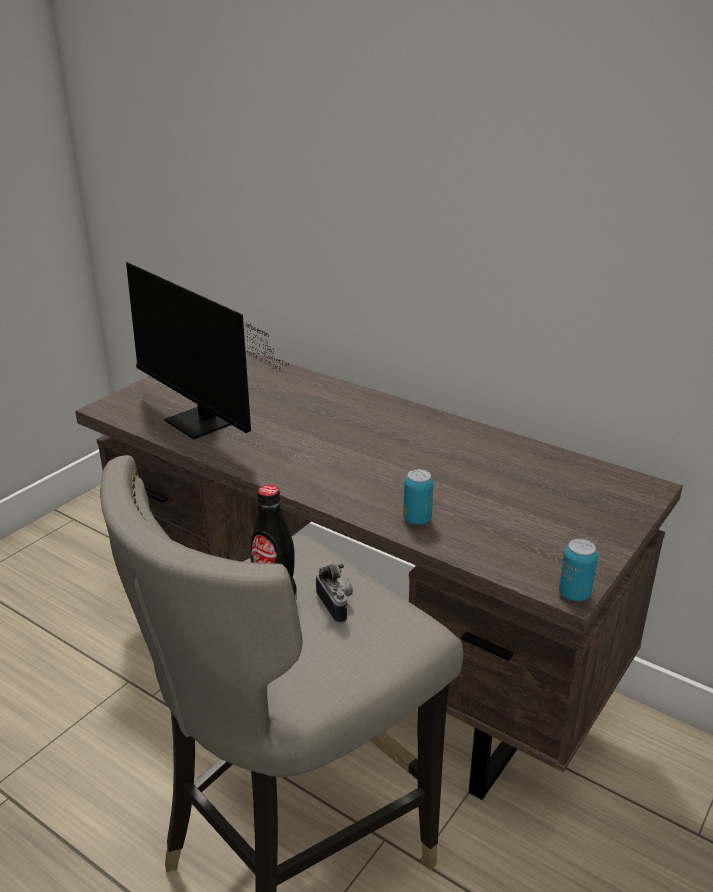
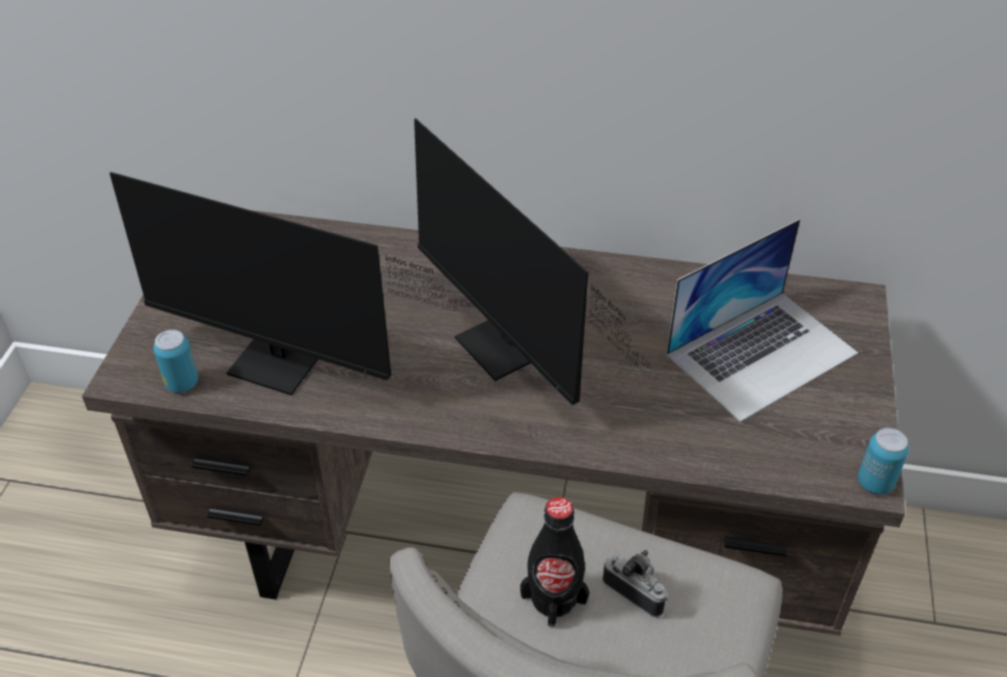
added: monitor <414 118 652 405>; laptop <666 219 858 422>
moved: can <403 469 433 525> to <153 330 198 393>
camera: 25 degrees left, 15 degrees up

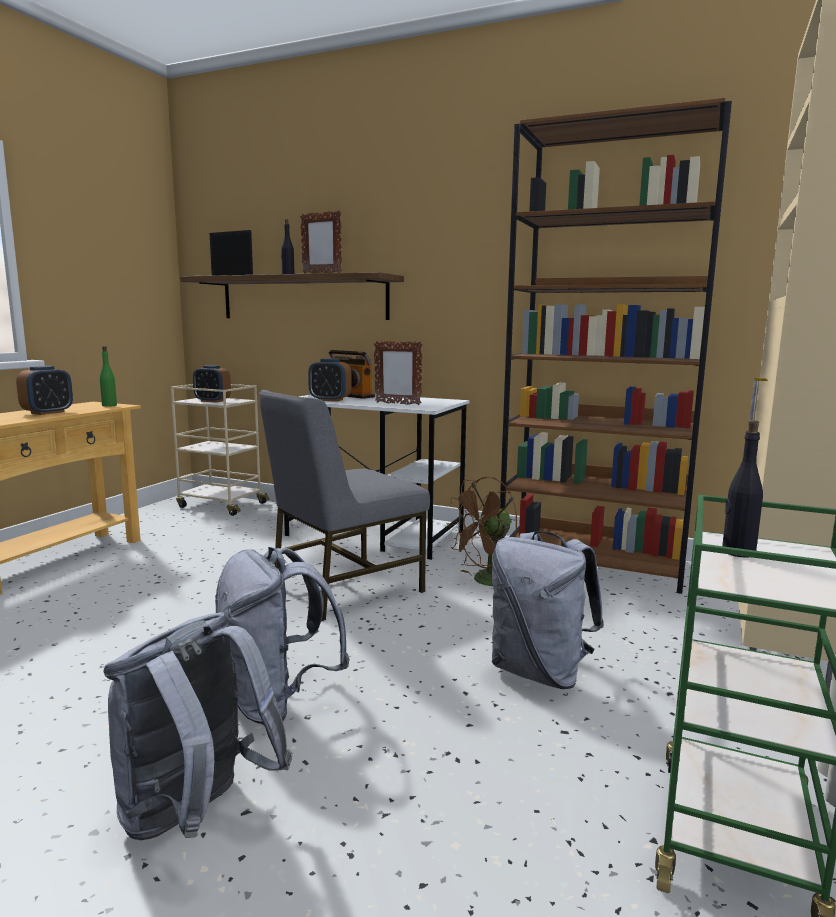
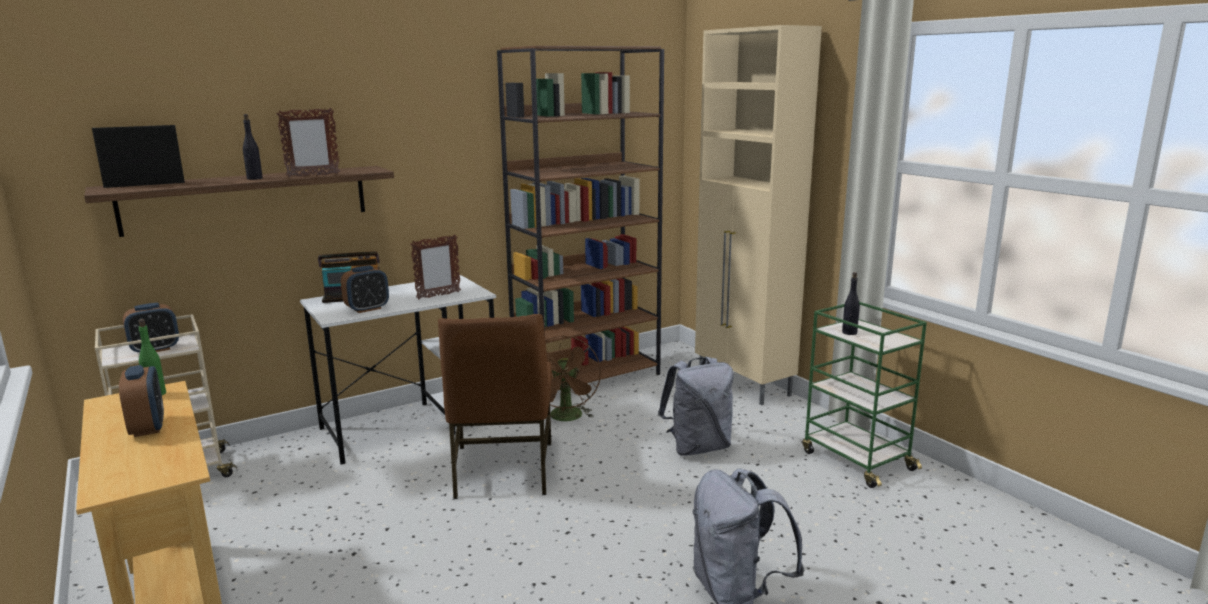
removed: backpack/grey <215 547 350 724>
recoloured: chair/grey <259 390 430 621> to chair/brown <438 314 552 499>
camera: 55 degrees left, 5 degrees up

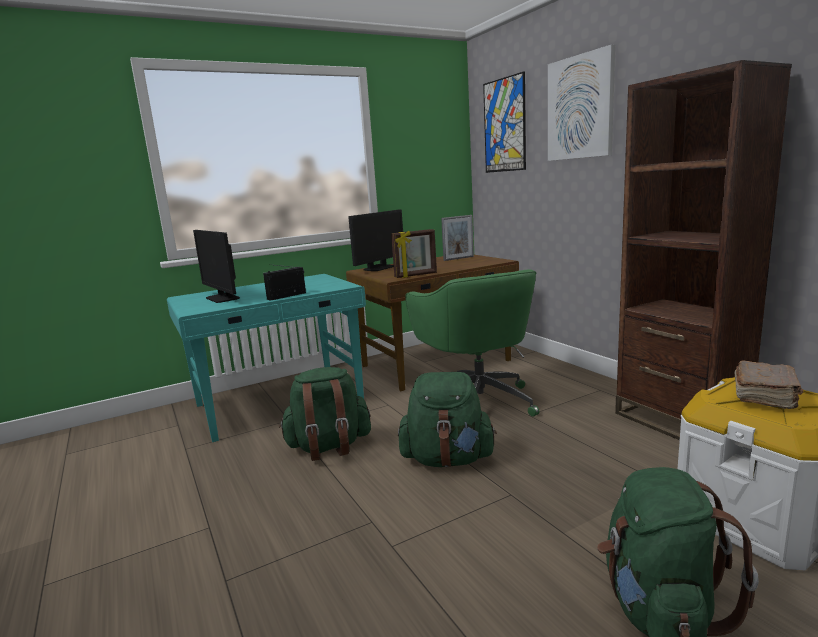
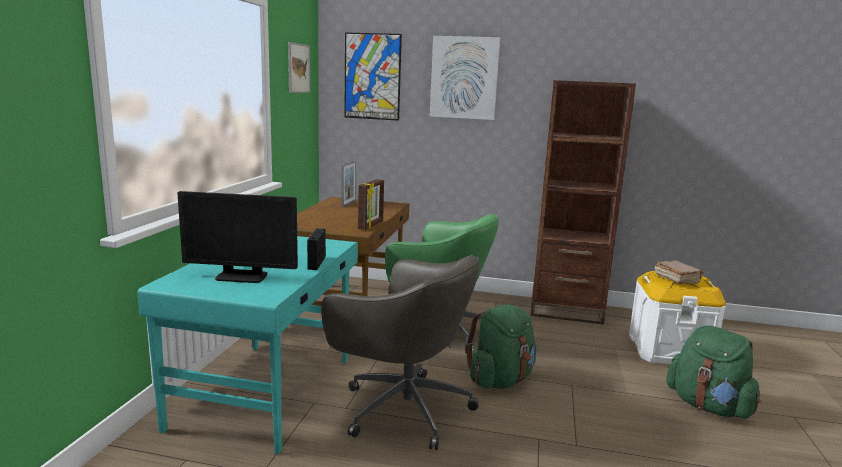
removed: monitor <348 209 403 271>
added: picture <288 42 310 93>
replaced: backpack/green <279 367 371 461> to office chair/grey <321 255 480 450>
camera: 50 degrees left, 0 degrees up

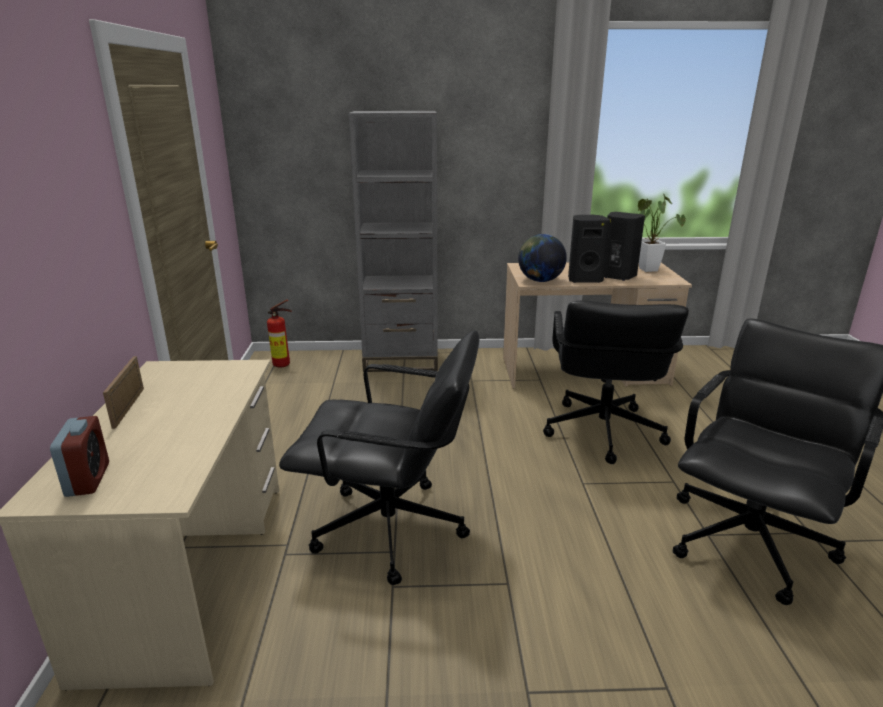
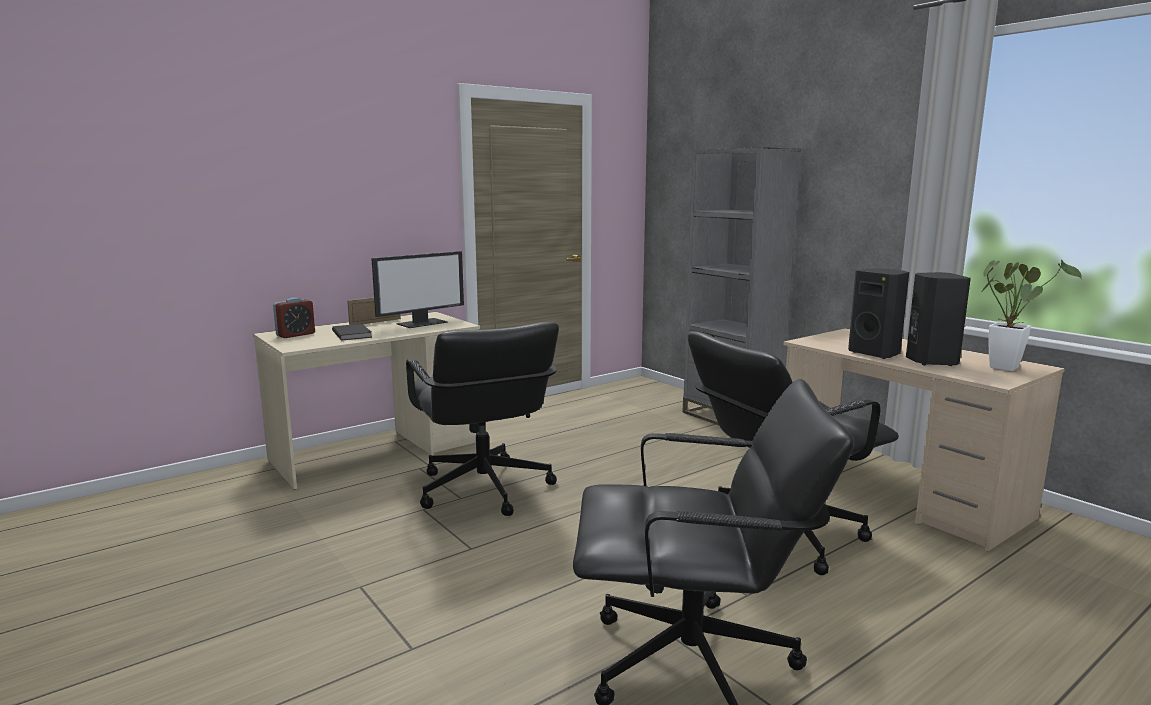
removed: fire extinguisher <267 299 292 368>; globe <518 234 567 282>
added: book/black <332 324 372 341>; monitor <371 251 464 328>
camera: 55 degrees right, 10 degrees down

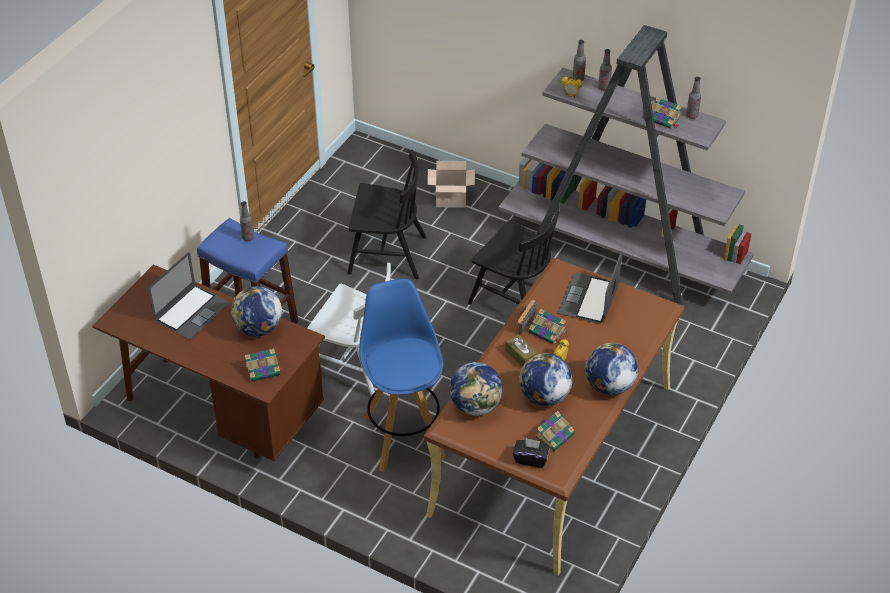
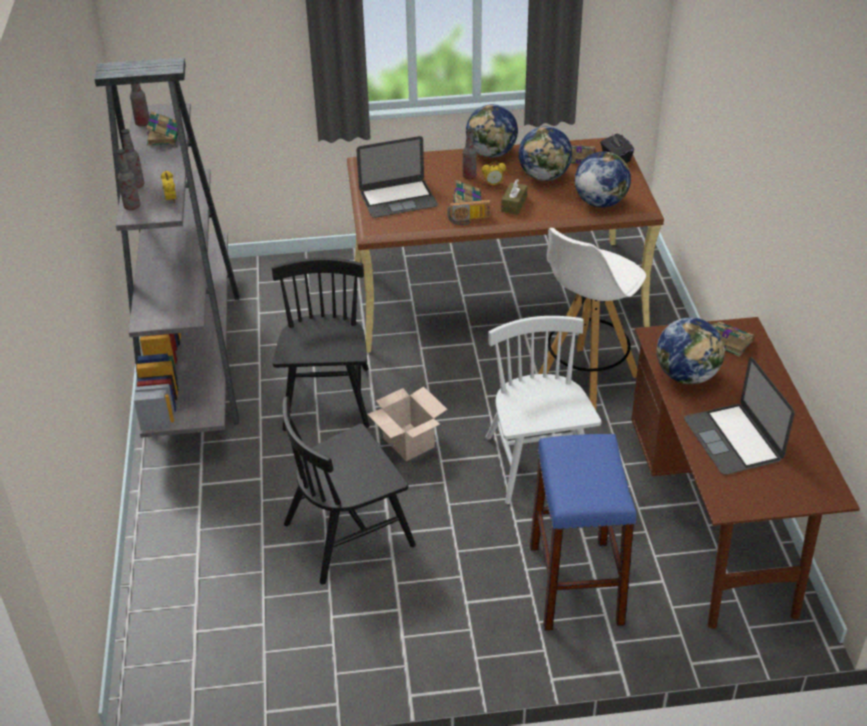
moved: cardboard box <427 161 475 208> to <367 386 448 461>; bottle <240 201 254 241> to <463 128 476 179>
recoloured: stool/blue <359 278 446 472> to stool/white <538 228 646 410>
turned: chair/black <348 150 426 279> = <282 396 416 584> 90 degrees counterclockwise; laptop <148 253 229 339> = <684 357 795 475> 105 degrees counterclockwise
camera: 125 degrees left, 5 degrees down

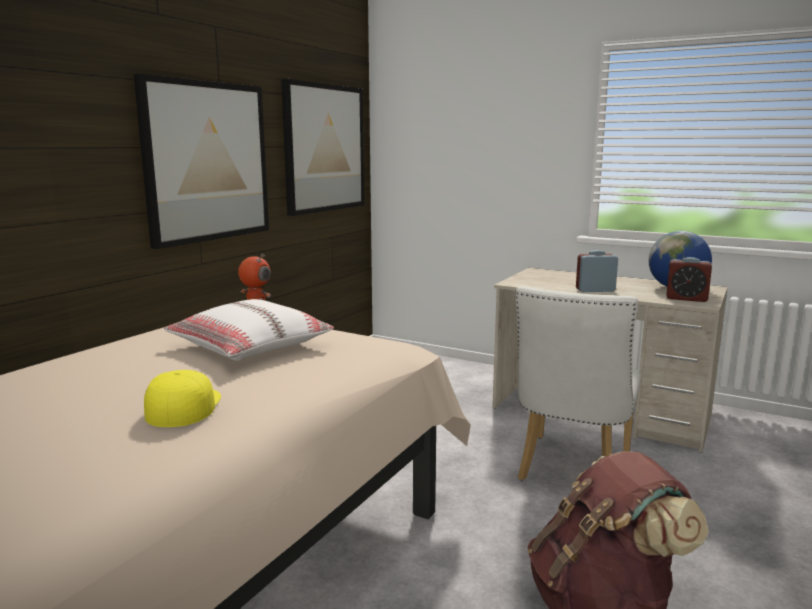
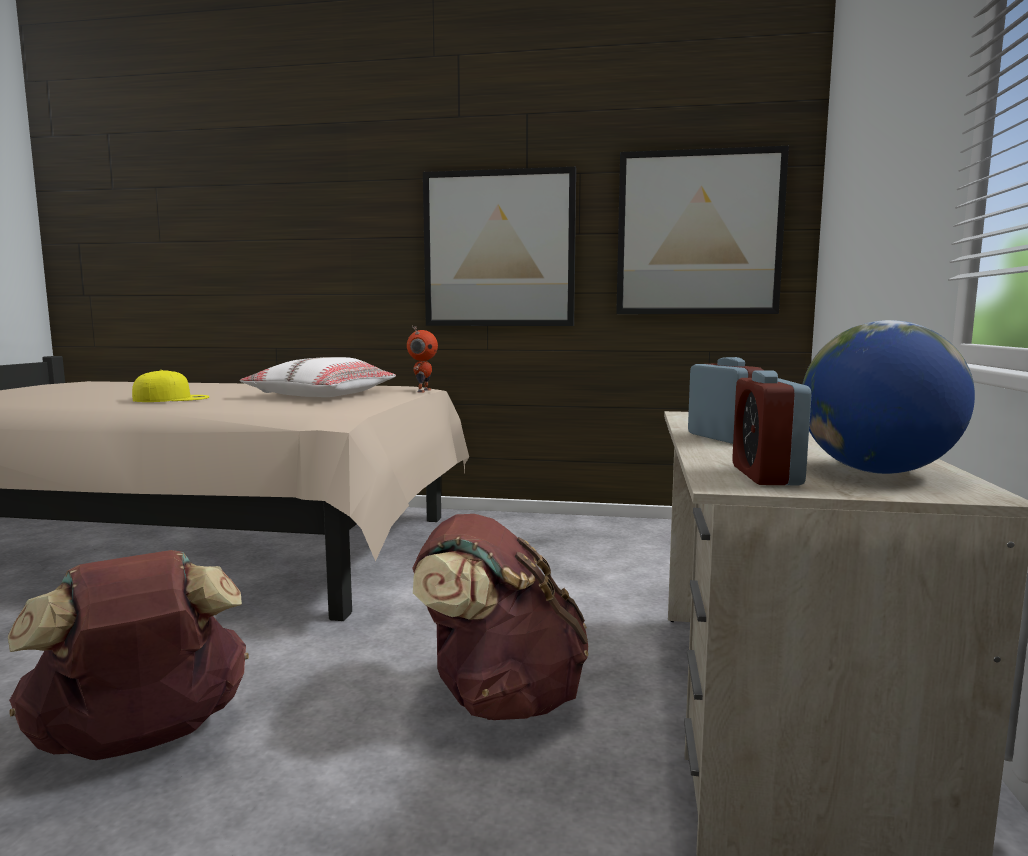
replaced: chair/white <516 286 641 480> to backpack/brown <412 514 588 720>
camera: 70 degrees right, 5 degrees down

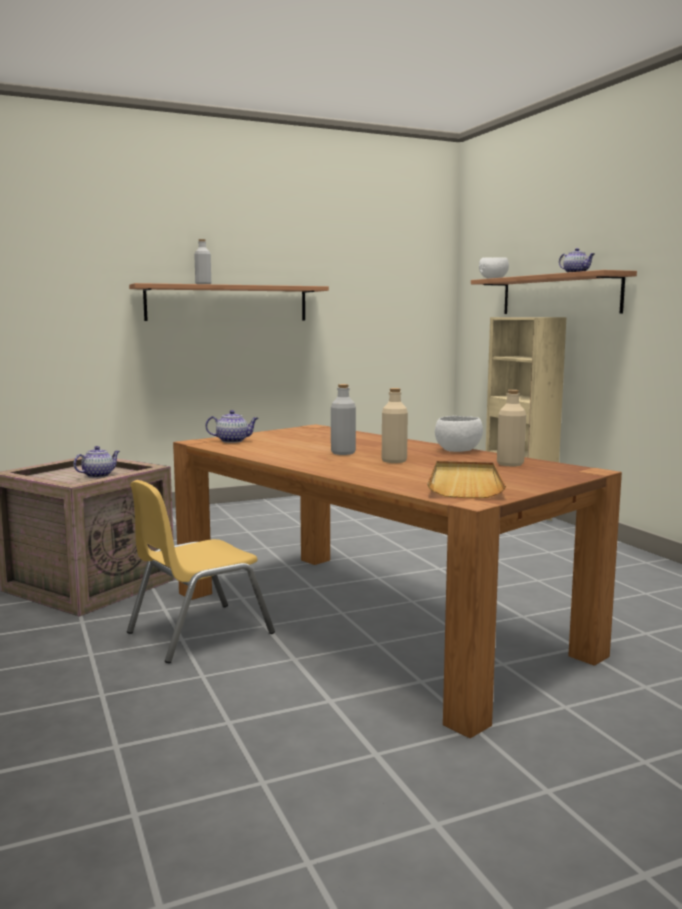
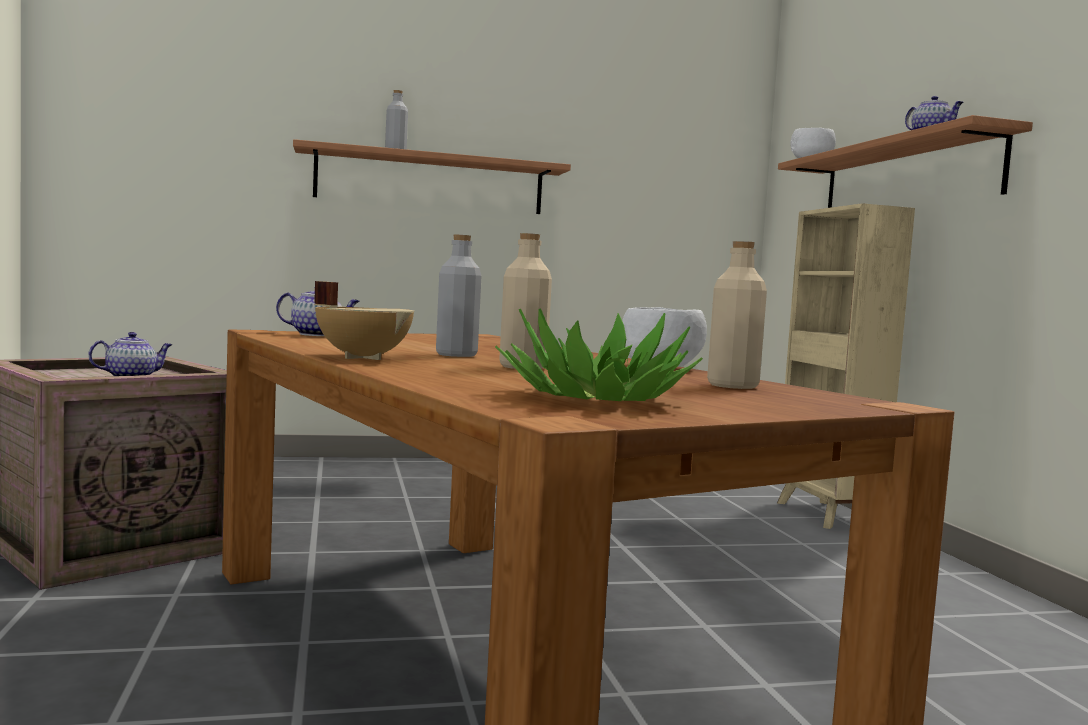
removed: chair/yellow <127 480 275 663>
added: cooking pot/beige <314 281 414 360>
replaced: tray/beige <427 461 506 498> to potted plant <495 308 703 401>
camera: 10 degrees right, 5 degrees down

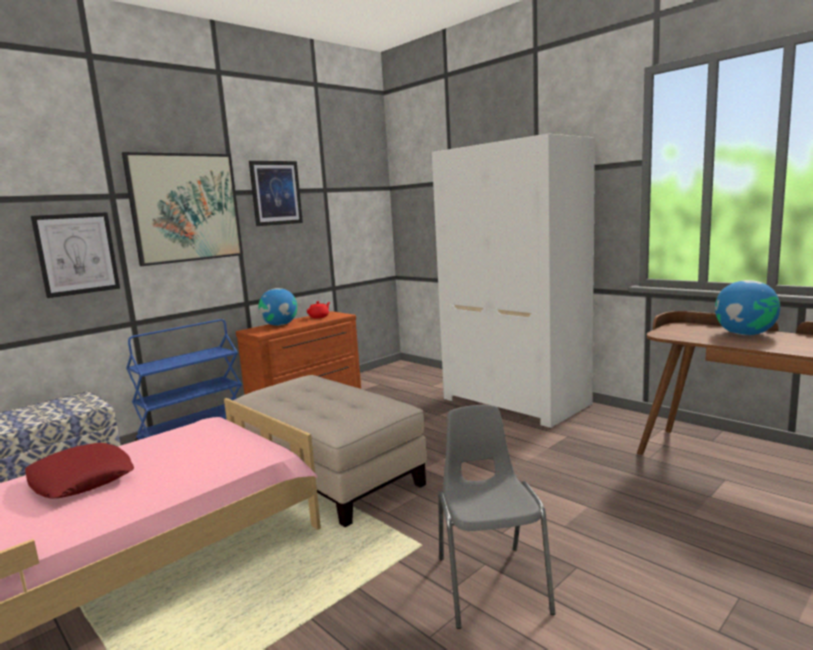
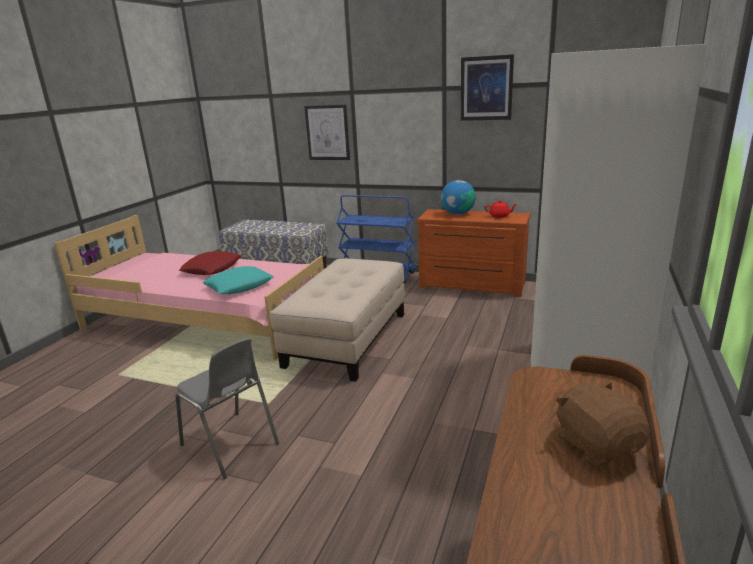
removed: picture <122 152 243 266>
added: pillow/turquoise <203 266 274 294>
replaced: globe <715 280 780 335> to plush toy/brown <556 381 650 466>
turned: chair/grey <438 405 556 629> = <175 338 279 479> 75 degrees clockwise
camera: 65 degrees right, 10 degrees up

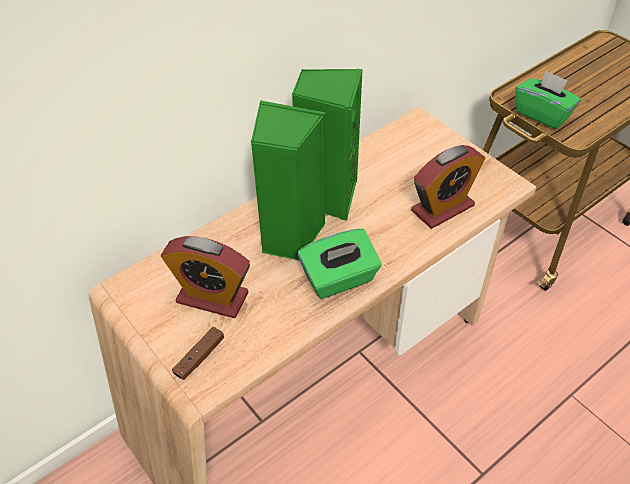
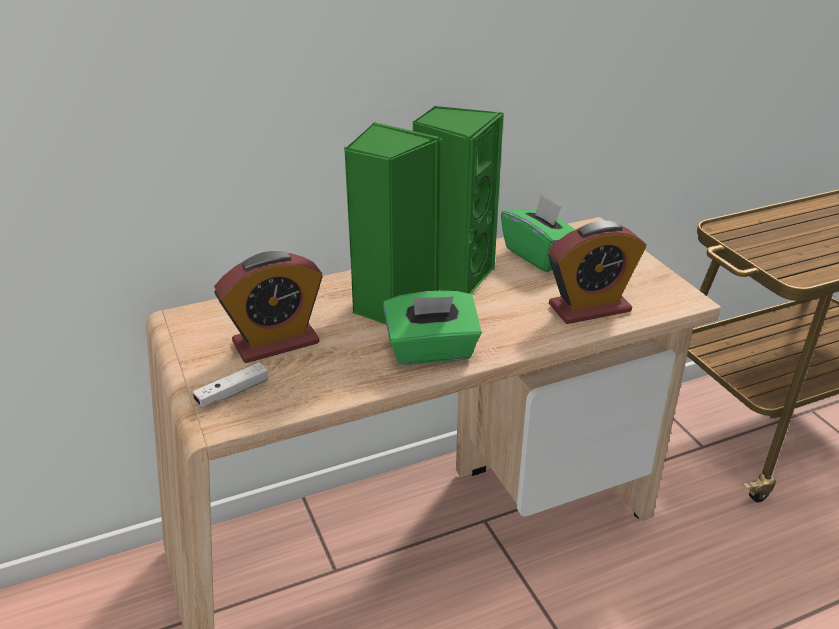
moved: tissue box/green <515 71 581 129> to <501 195 576 272>
recoloured: game controller/brown <172 327 224 380> to game controller/white <193 363 269 407>
turned: alarm clock <161 236 250 318> = <214 251 323 363> 60 degrees counterclockwise
camera: 15 degrees right, 15 degrees down

